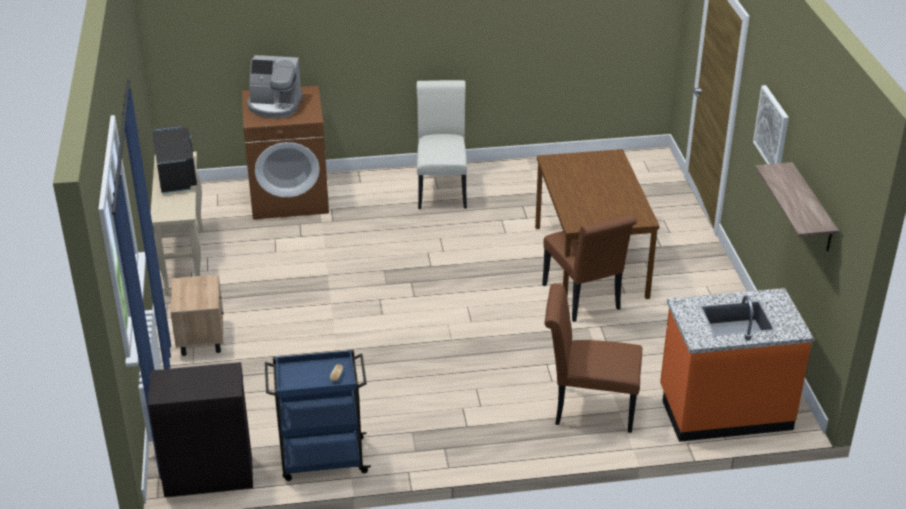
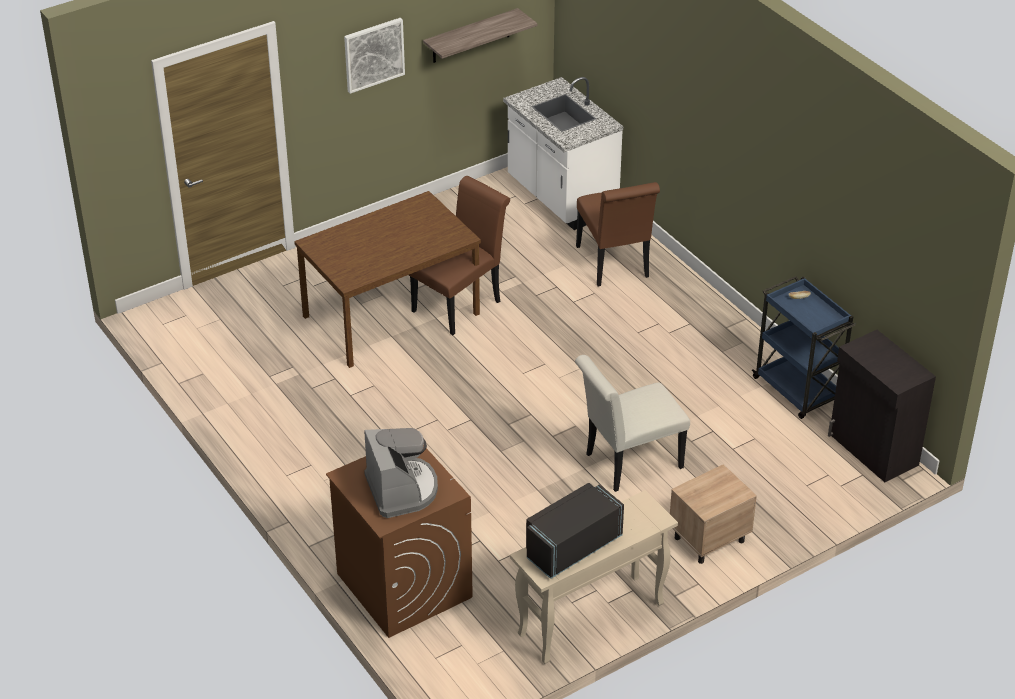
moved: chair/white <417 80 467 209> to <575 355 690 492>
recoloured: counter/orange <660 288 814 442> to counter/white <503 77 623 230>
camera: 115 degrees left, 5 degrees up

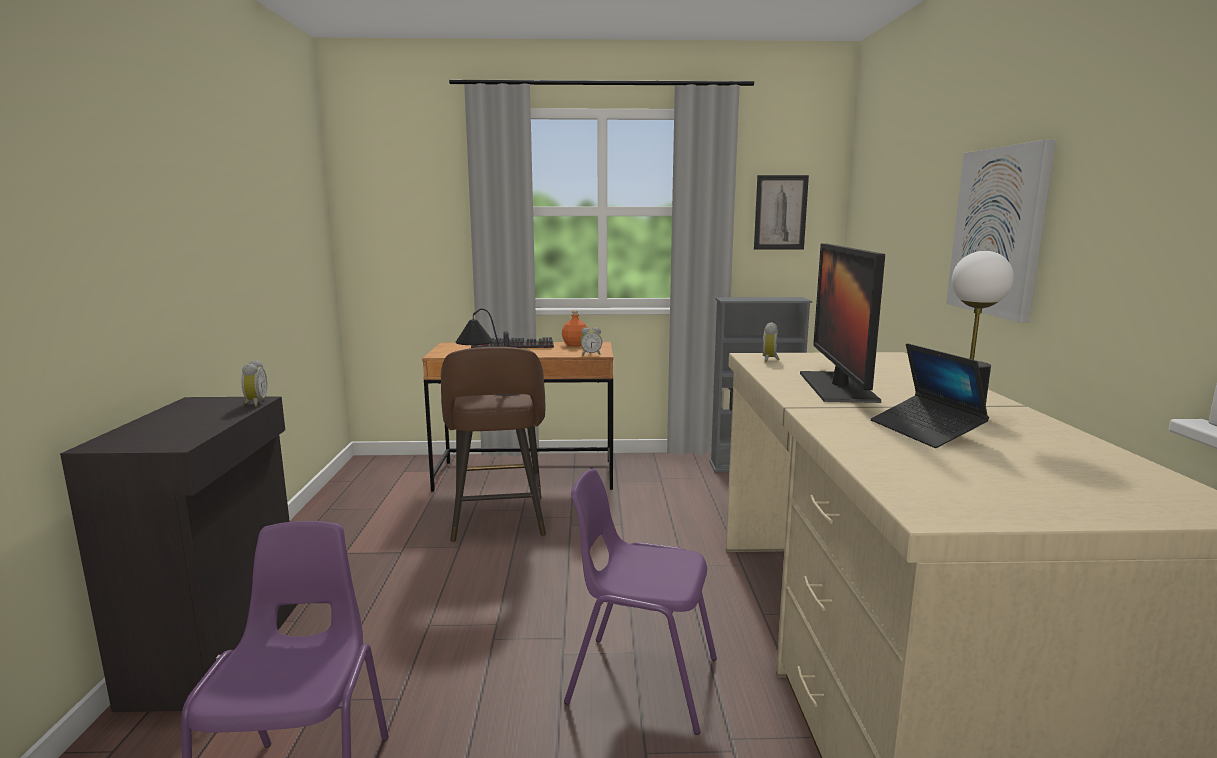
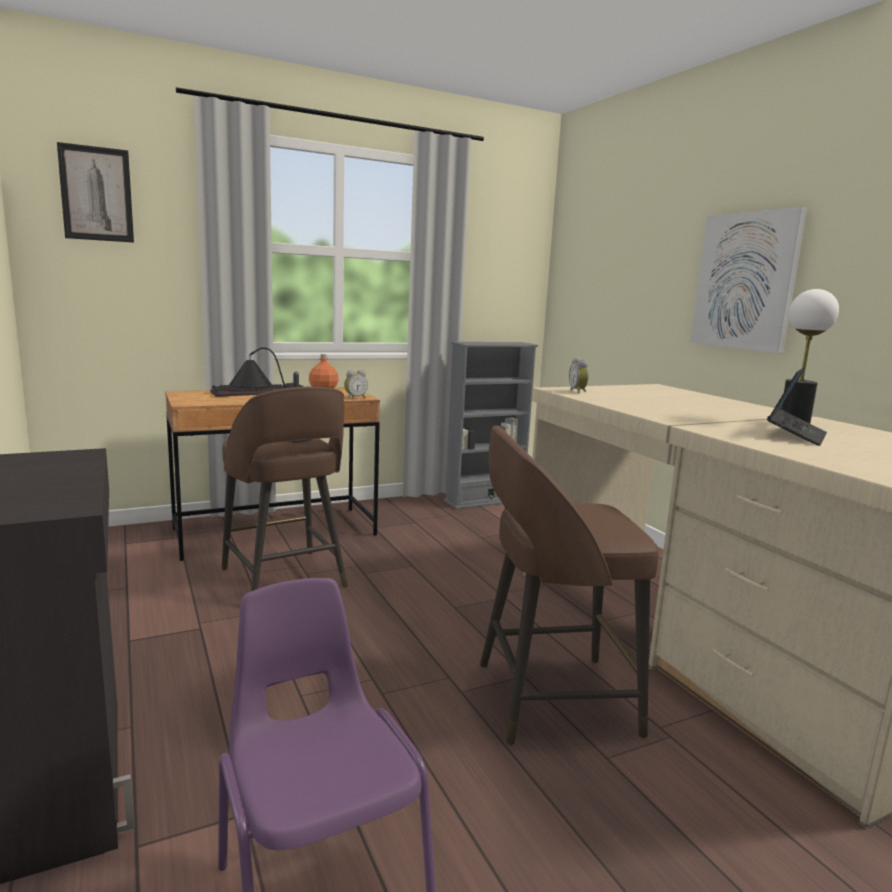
removed: alarm clock <241 360 267 407>; monitor <800 243 885 403>
moved: picture <754 175 809 249> to <57 142 134 243>
replaced: chair/purple <564 469 717 735> to stool/brown <480 426 659 746>
turned: laptop <871 343 989 448> = <767 366 827 446> 105 degrees counterclockwise
camera: 25 degrees left, 0 degrees up

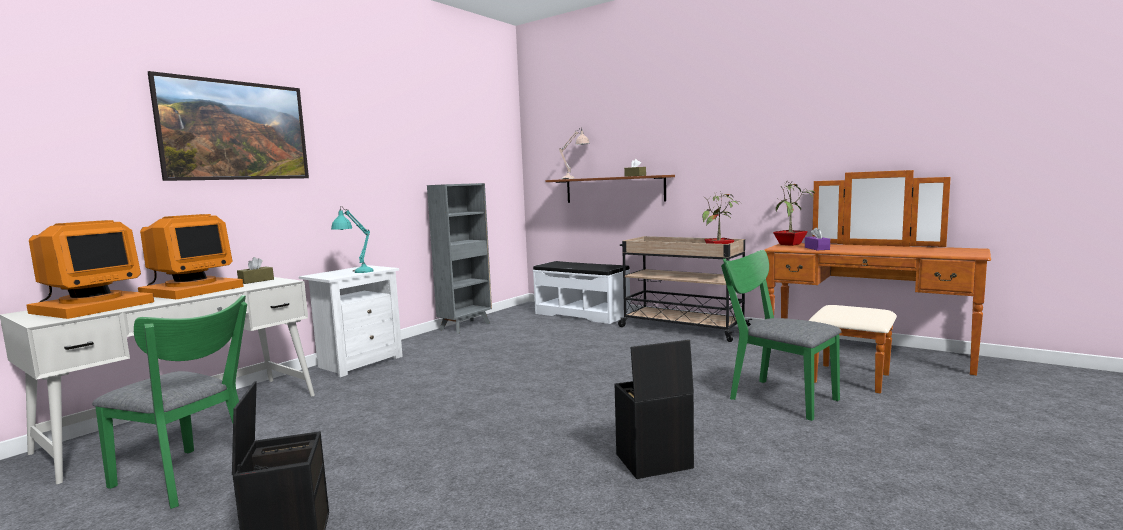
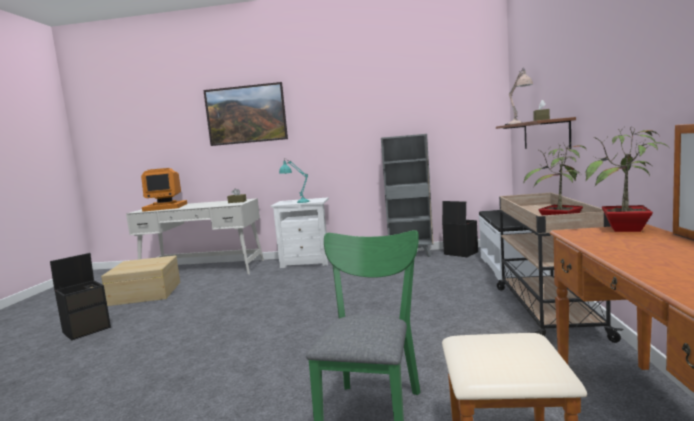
removed: monitor <138 214 244 299>; tissue box/purple <805 227 830 250>
moved: storage box/black <615 340 694 479> to <442 201 478 257>
replaced: chair/green <92 295 247 509> to storage box/beige <101 256 180 306>
camera: 60 degrees right, 0 degrees up

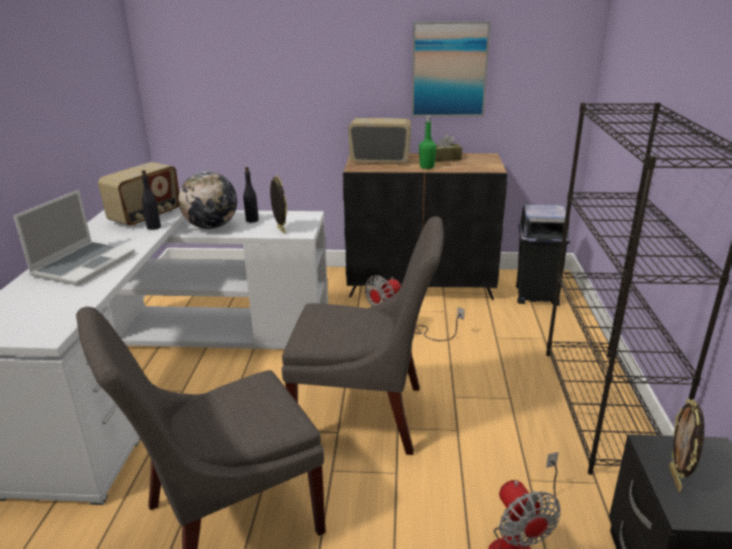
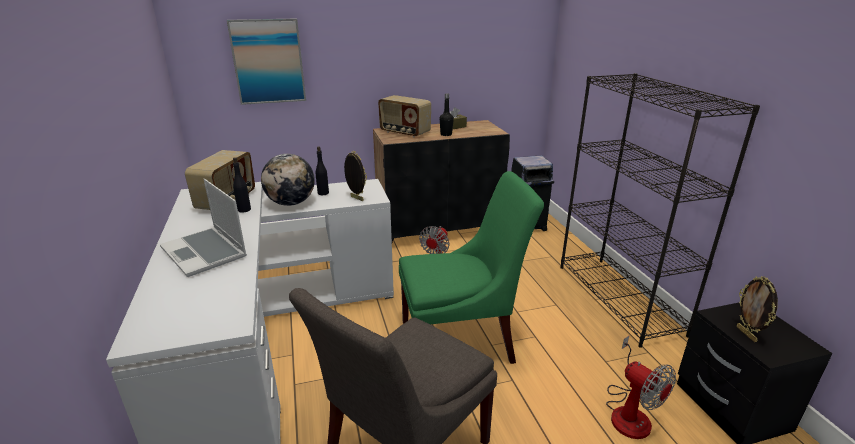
moved: picture <412 21 491 117> to <227 18 306 105>
recoloured: chair/grey <281 216 444 455> to chair/green <399 171 544 364>; bottle/green <419 116 437 169> to bottle/black <440 94 454 136>
turned: laptop <13 190 135 286> = <160 179 247 277> 135 degrees clockwise; radio <348 118 411 164> = <378 95 431 138> 135 degrees counterclockwise
camera: 20 degrees left, 0 degrees up

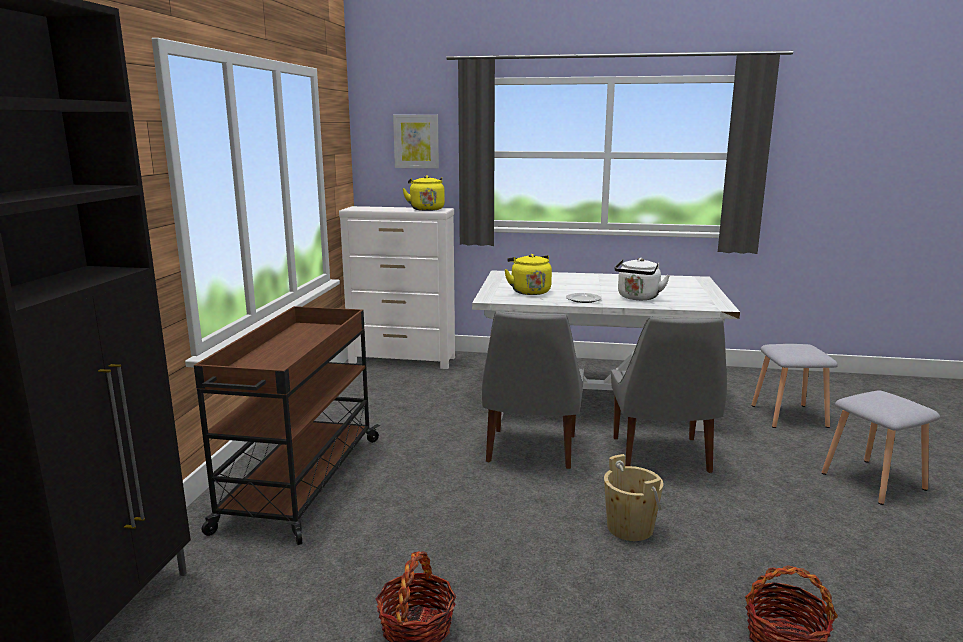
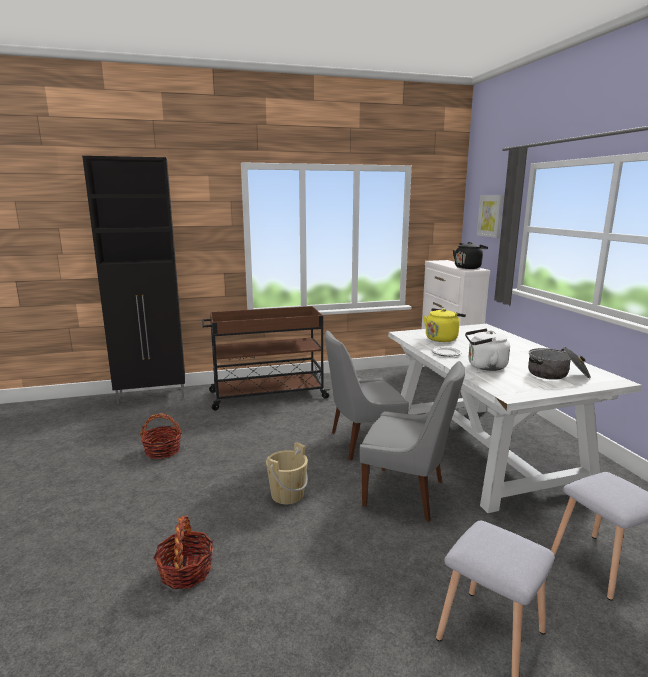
added: cooking pot <528 347 591 380>
recoloured: kettle/yellow <402 175 445 211> to kettle/black <453 242 488 269>
turned: chair/grey <611 316 727 473> = <360 361 465 522> 135 degrees counterclockwise
camera: 65 degrees right, 0 degrees up

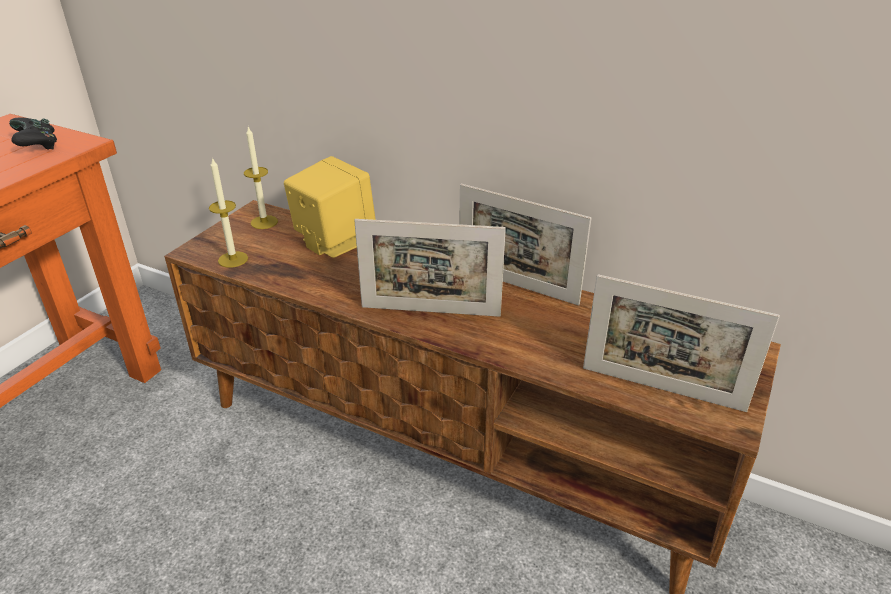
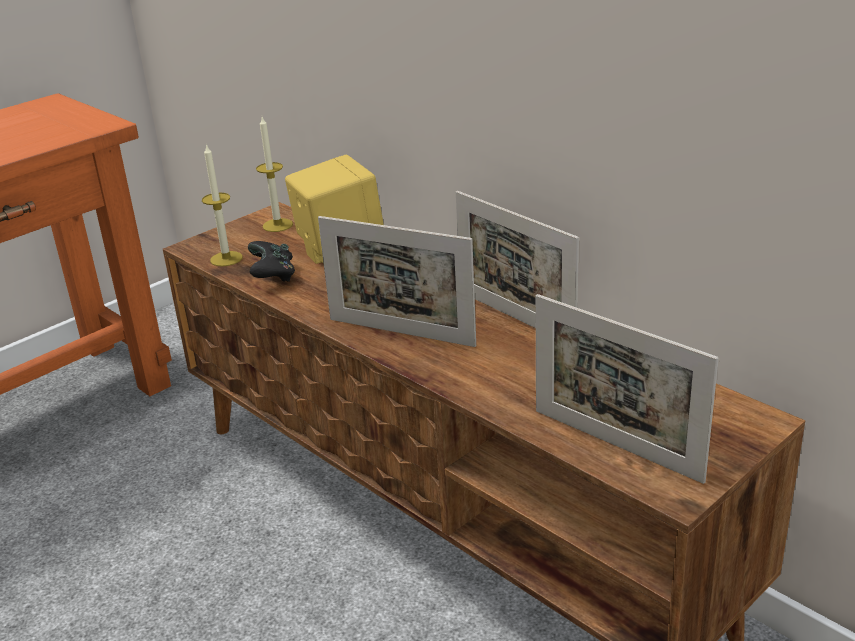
moved: game controller/black <9 118 57 150> to <248 241 295 282>
camera: 20 degrees right, 5 degrees down

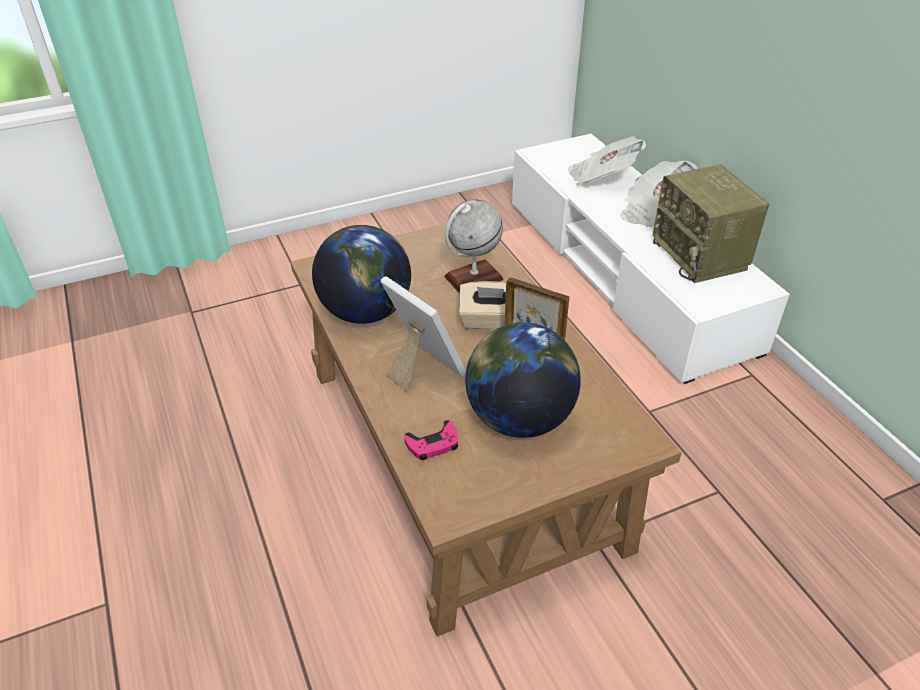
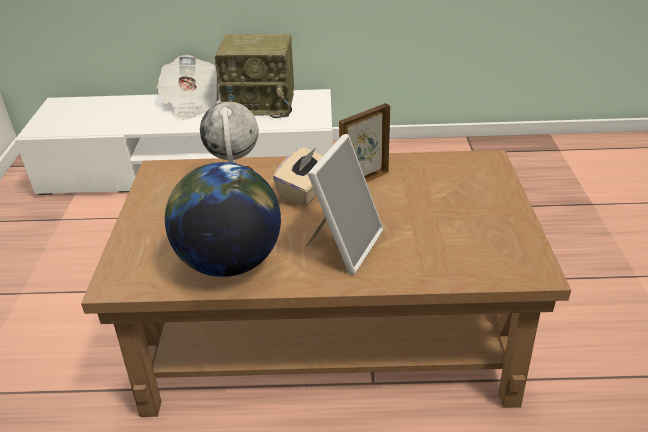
removed: game controller/pink <404 420 458 460>; globe <465 323 581 438>; newspaper <568 136 646 185>
turned: picture frame <381 276 466 393> = <306 134 383 274> 135 degrees clockwise
camera: 65 degrees left, 5 degrees down

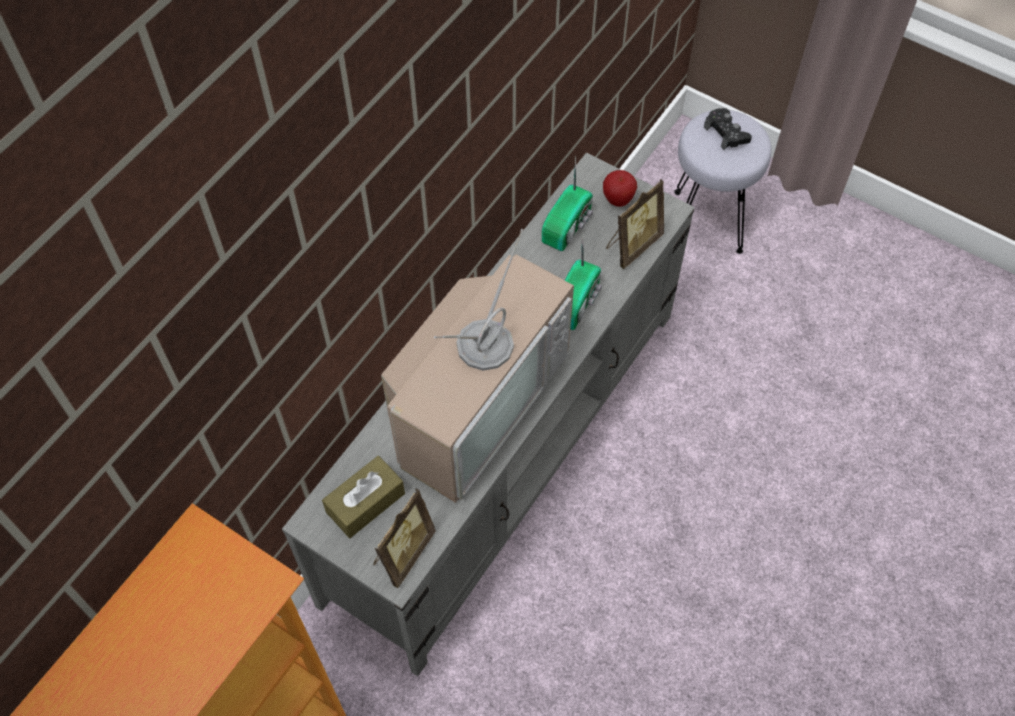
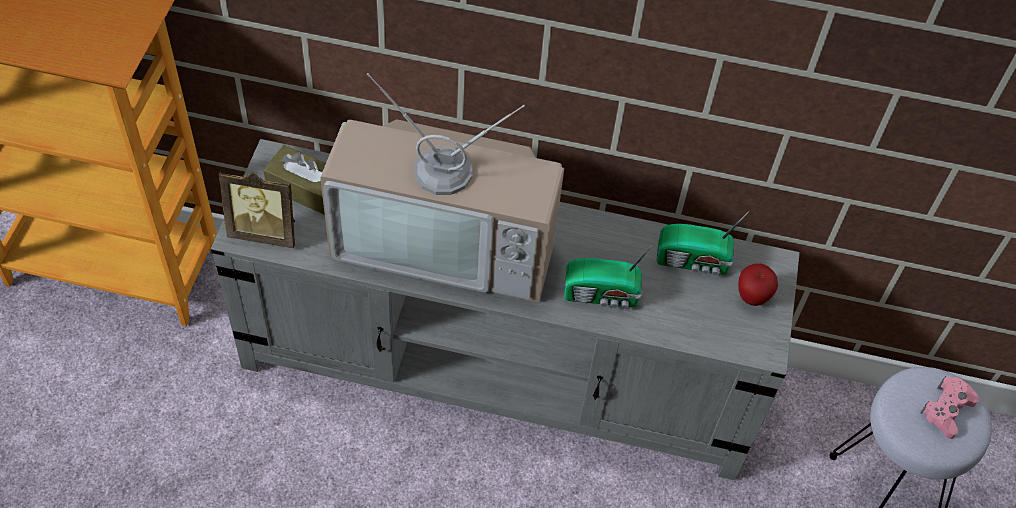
removed: picture frame <606 179 664 269>
recoloured: game controller/black <704 108 752 150> to game controller/pink <920 376 979 439>
camera: 65 degrees right, 5 degrees down

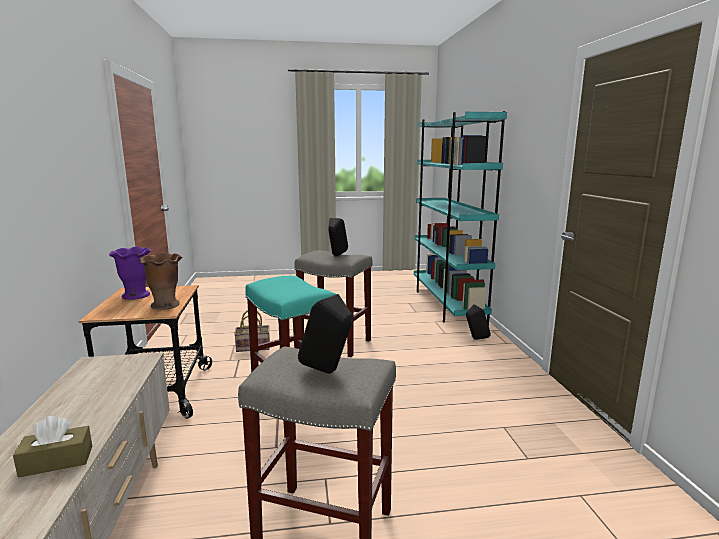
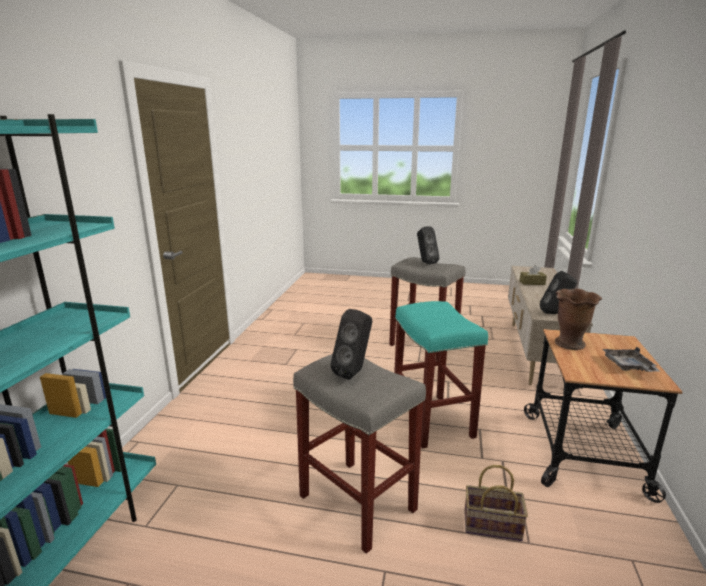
moved: speaker/black <466 305 491 340> to <540 271 577 314>
replaced: vase/purple <109 247 151 300> to tray/grey <602 347 660 372>
camera: 160 degrees left, 5 degrees up

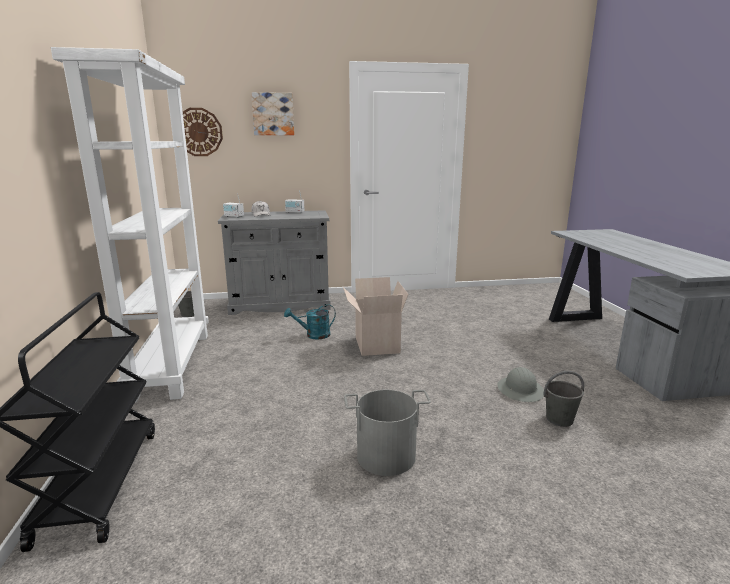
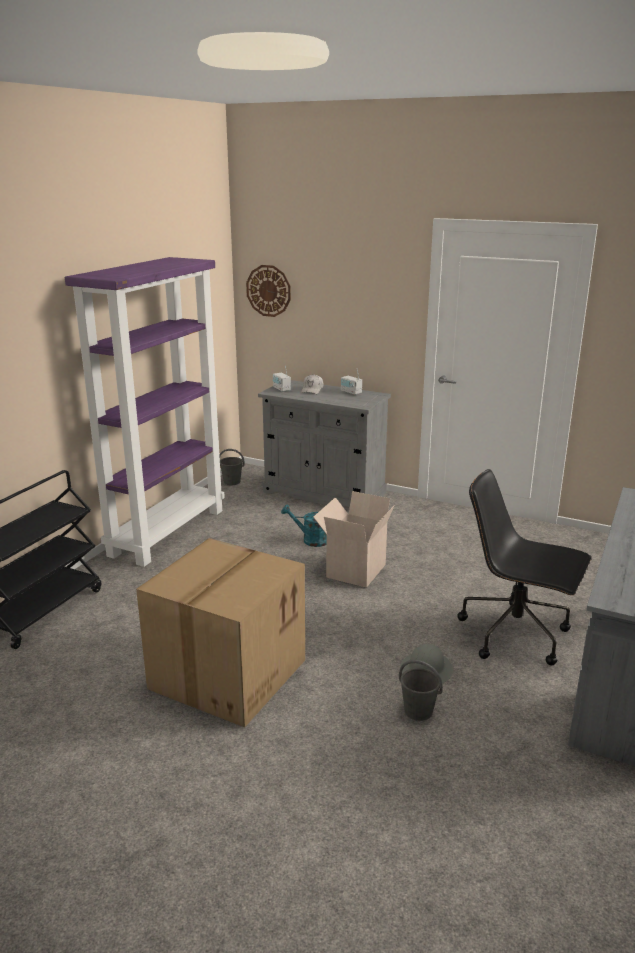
removed: picture <251 92 294 135>
added: office chair/black <457 469 591 665>
replaced: bucket/grey <344 390 431 476> to cardboard box <136 538 305 727>
recoloured: bookcase/white <51 47 209 402> to bookcase/purple <65 257 225 567>
camera: 35 degrees right, 5 degrees up

